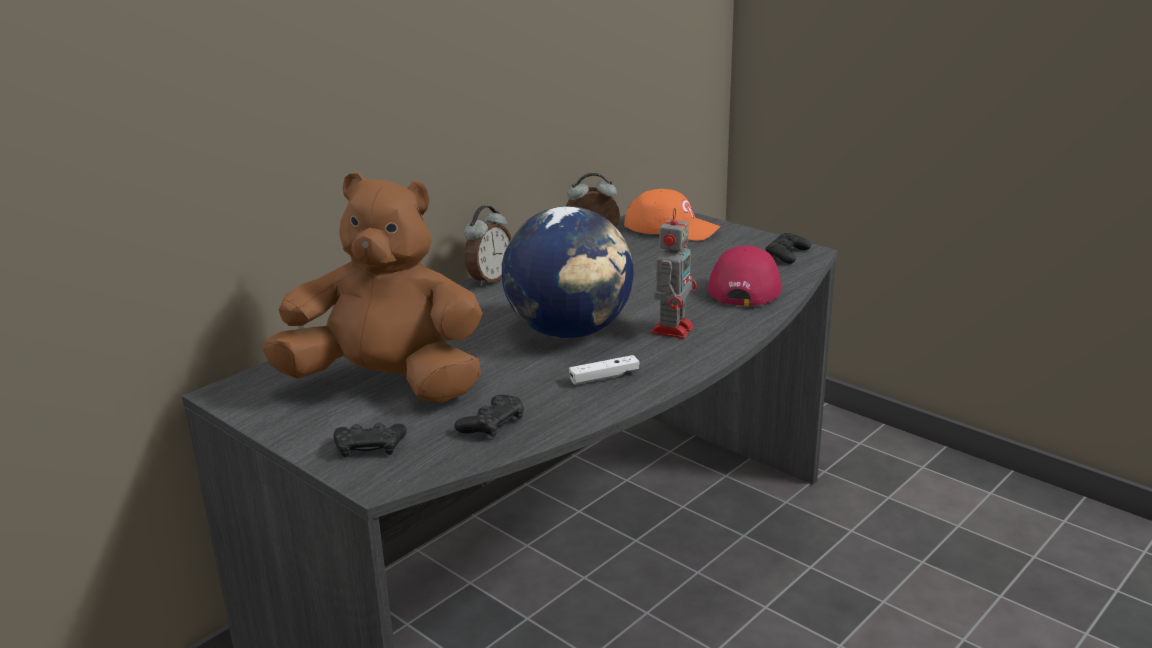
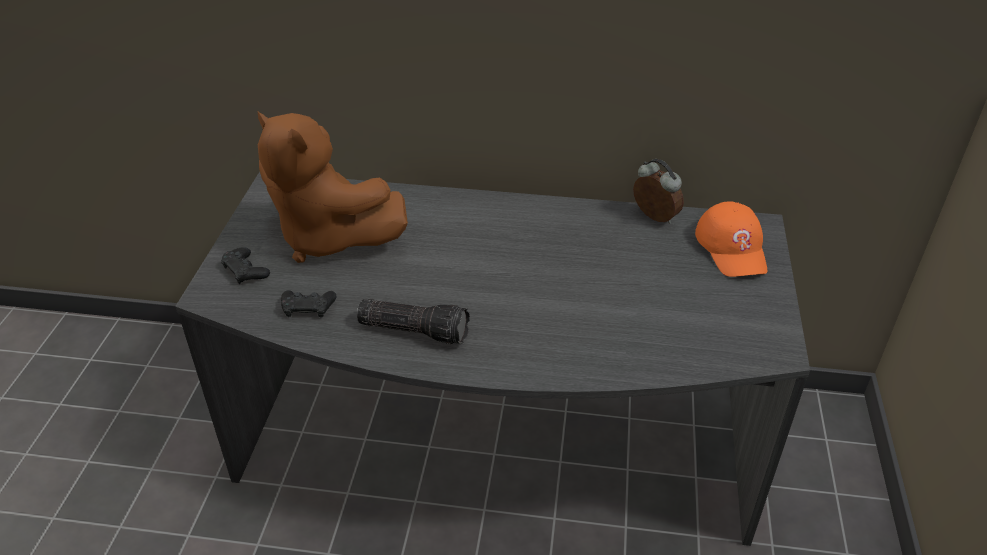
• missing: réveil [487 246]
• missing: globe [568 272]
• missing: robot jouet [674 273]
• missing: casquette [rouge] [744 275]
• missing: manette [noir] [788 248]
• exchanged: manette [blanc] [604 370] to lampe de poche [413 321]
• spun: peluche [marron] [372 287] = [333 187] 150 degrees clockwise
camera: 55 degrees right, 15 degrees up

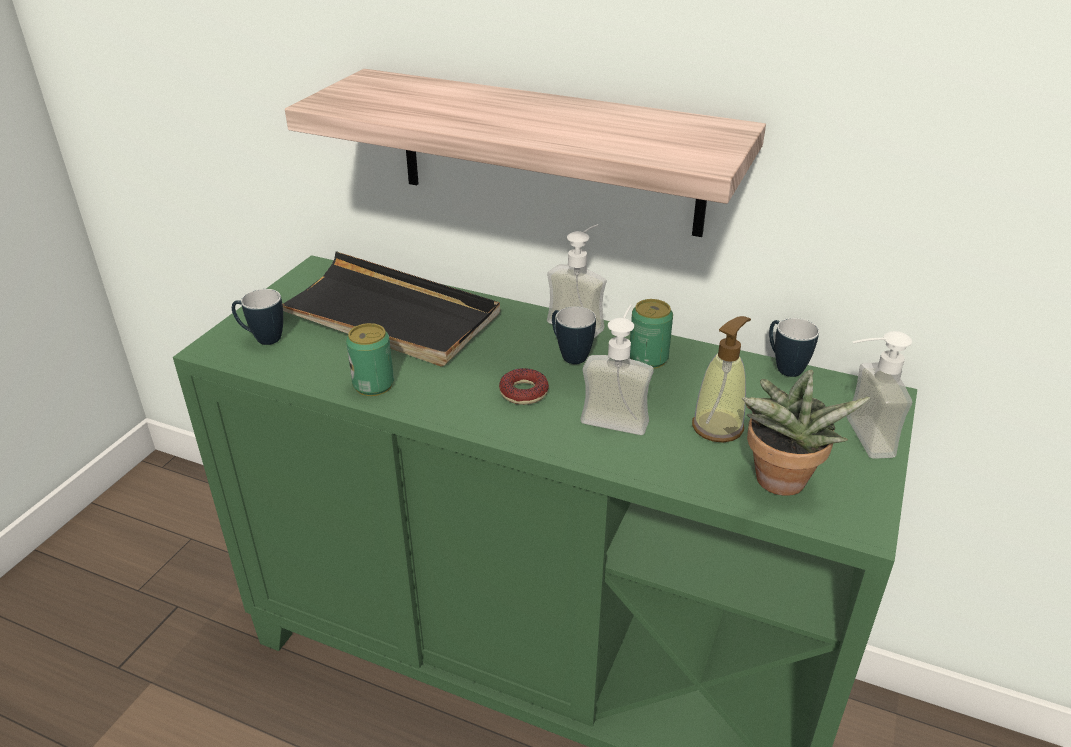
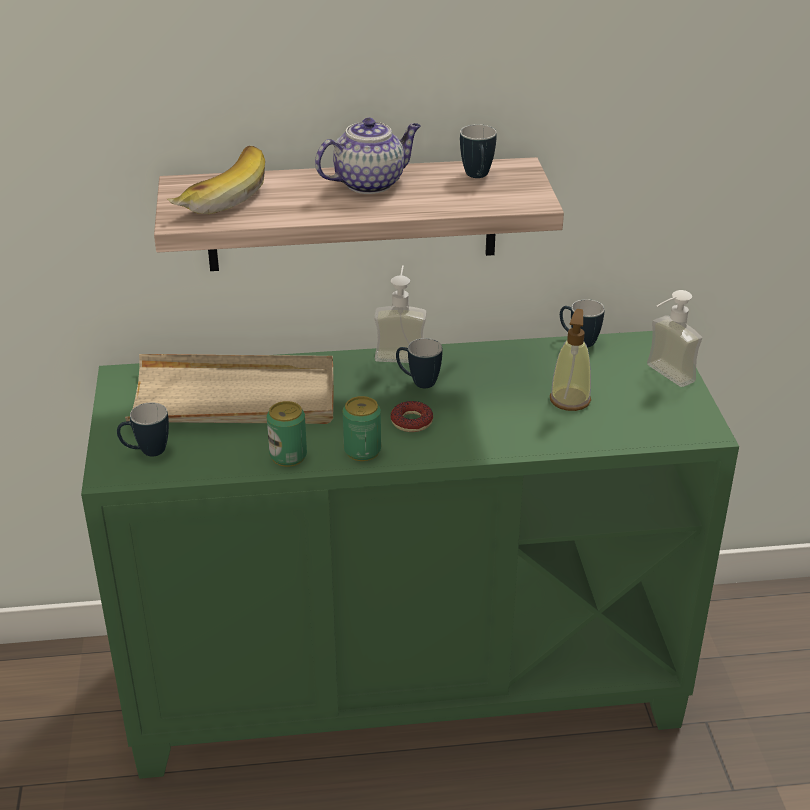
• missing: distributeur de savon [617 369]
• missing: plante en pot [806 433]
• appeared: banane [216 180]
• appeared: théière [368 156]
• appeared: mug [478 151]
• relocated: boîte métallique [651 334] to [362 428]
• colour: plateau [noir] [391 308] to plateau [beige] [229 389]
camera: 30 degrees left, 0 degrees up

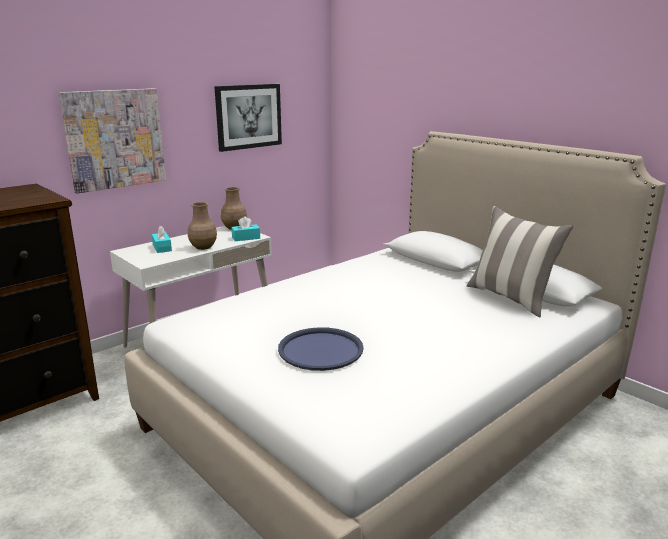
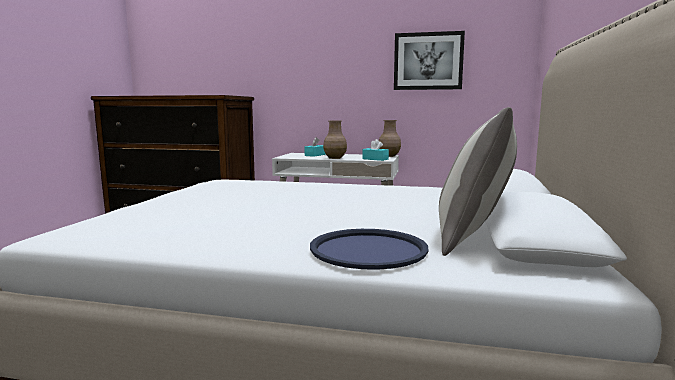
• missing: tableau [112 141]
• relocated: plateau [bleu] [321 349] to [369 249]
camera: 55 degrees right, 10 degrees down

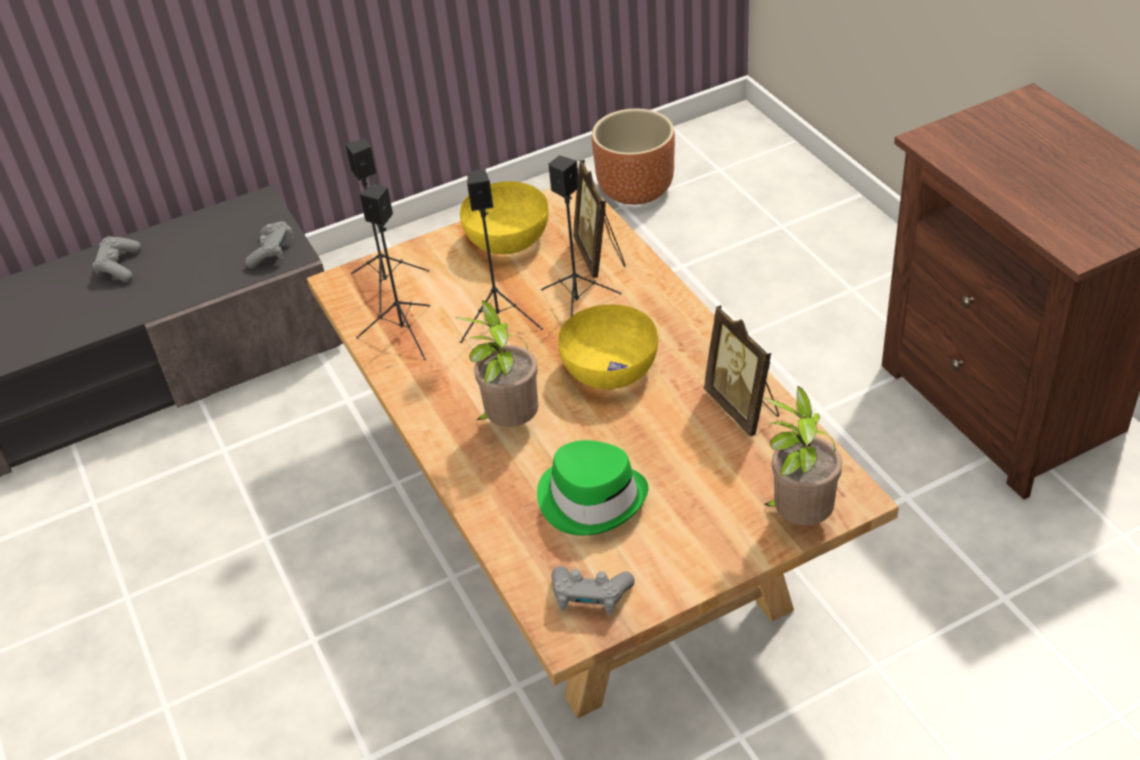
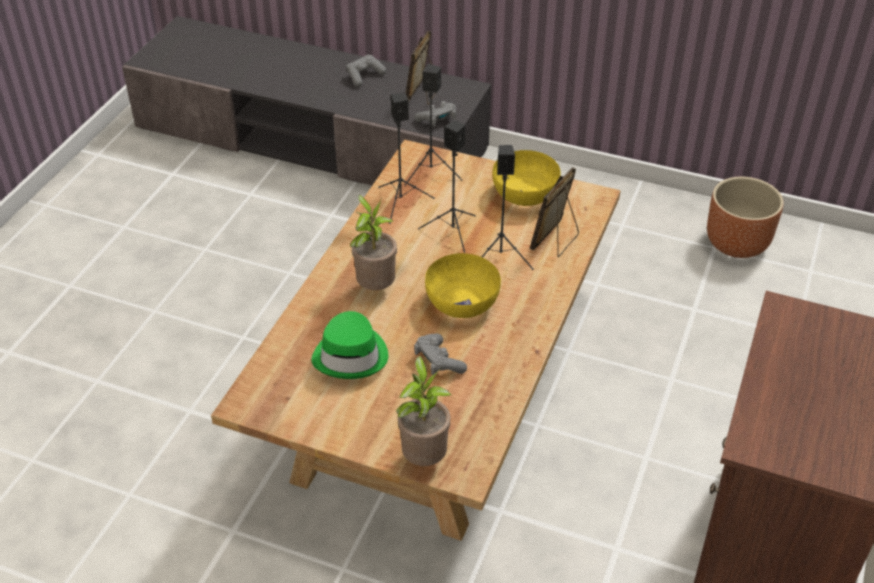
• relocated: manette [gris] [593 590] to [440 354]
• relocated: cadre photo [741 371] to [421 68]
camera: 45 degrees right, 0 degrees up

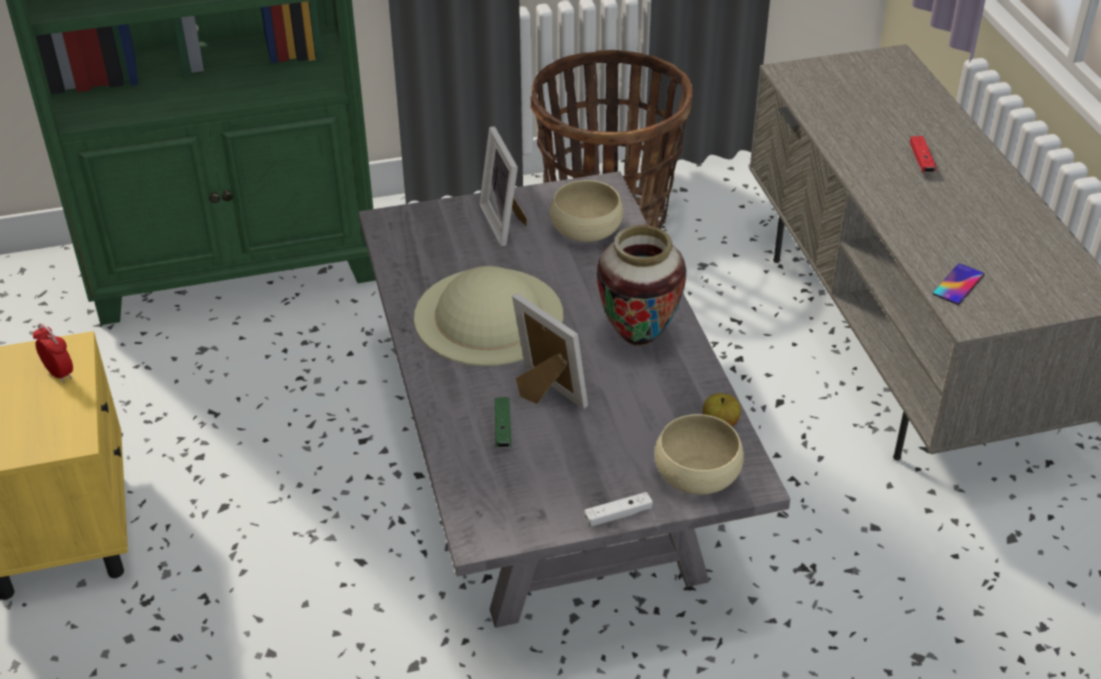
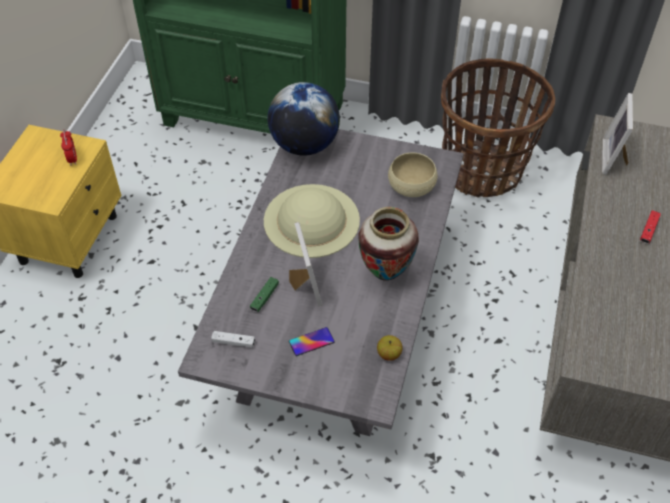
• missing: bol [beige] [699 454]
• appeared: globe [304 119]
• relocated: cadre photo [503 186] to [617 134]
• relocated: manette [blanc] [618 509] to [233 339]
• relocated: téléphone [958 284] to [312 341]
camera: 30 degrees right, 10 degrees up

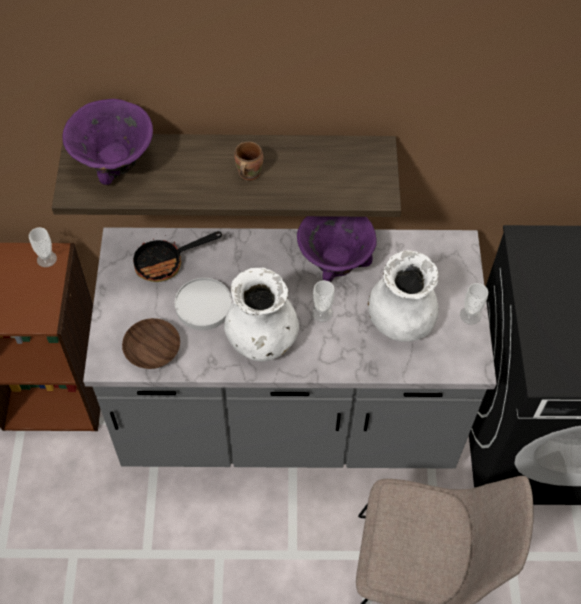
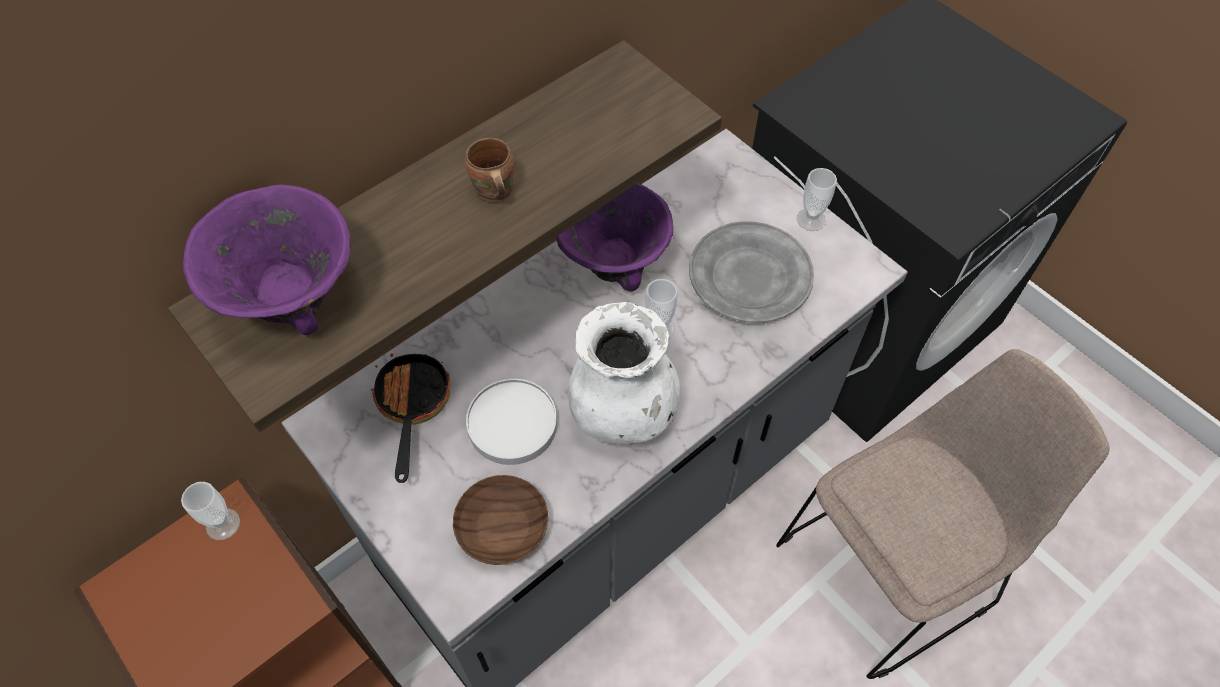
• exchanged: vase [blanc] [403 296] to assiette [gris] [751 272]
• spun: poêle [177 256] = [410 414] 150 degrees clockwise
camera: 40 degrees left, 0 degrees up

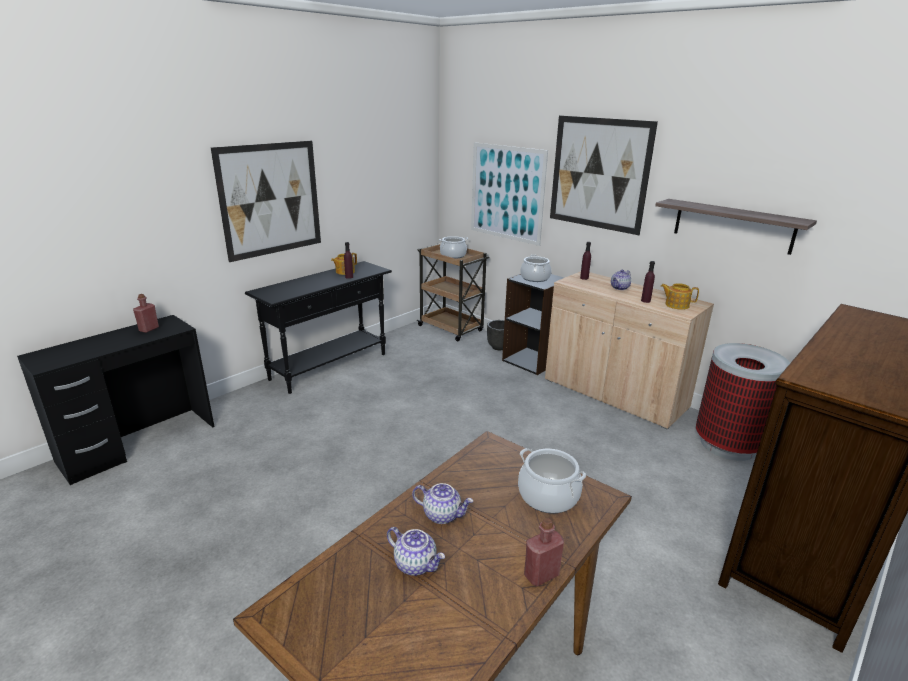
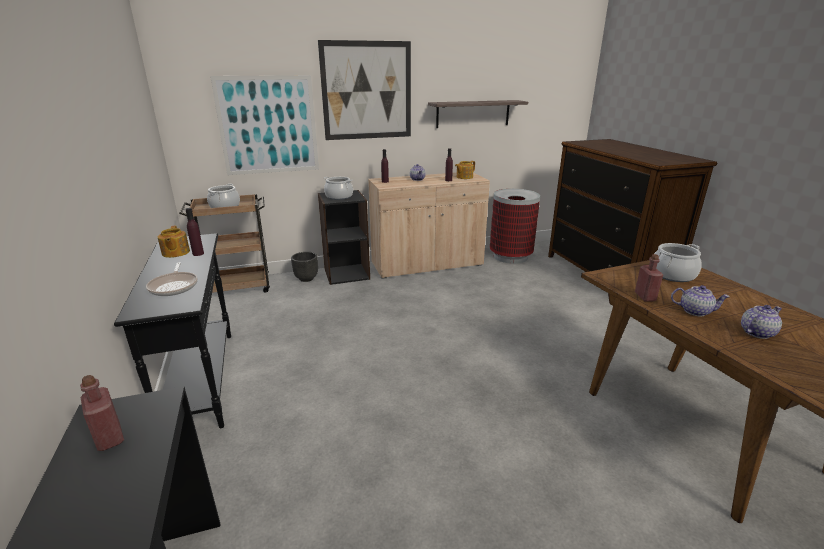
• missing: tableau [266 201]
• appeared: poêle [172 279]
• relocated: bouteille [rouge] [544 552] to [649 277]
• spun: théière [442 503] = [700 300] 60 degrees clockwise
camera: 60 degrees left, 0 degrees up

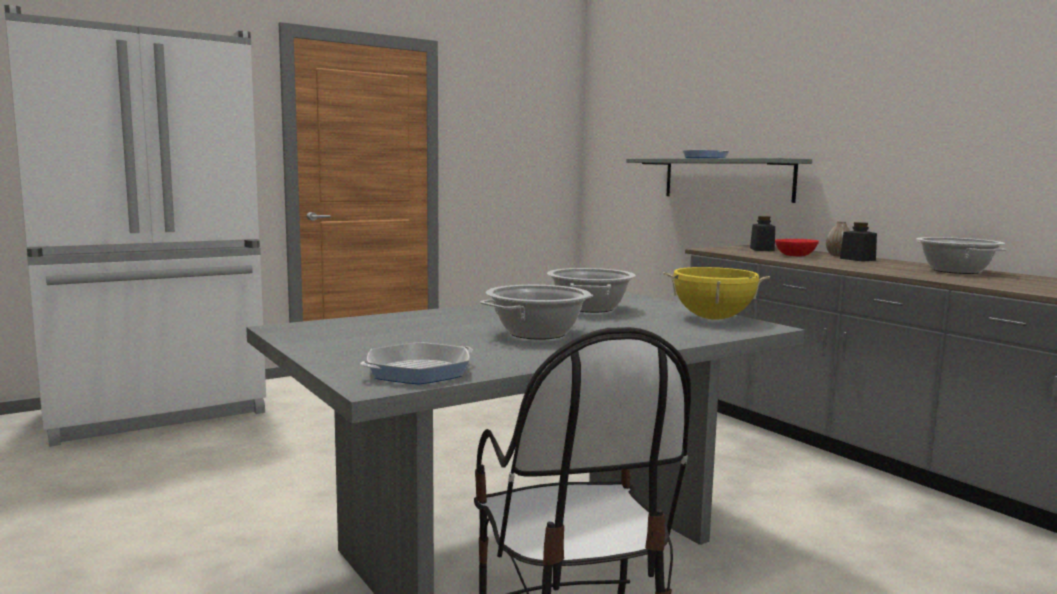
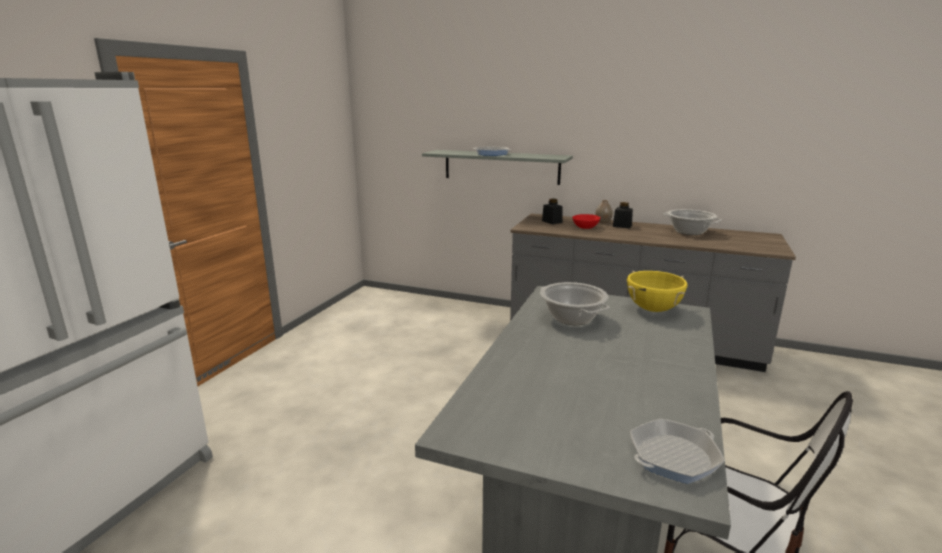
• missing: marmite [536 312]
• spun: poêle [416 363] = [677 451] 135 degrees counterclockwise
camera: 35 degrees left, 10 degrees up

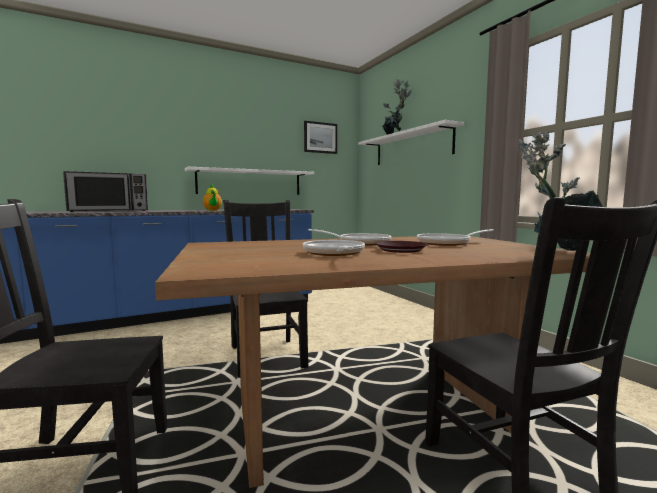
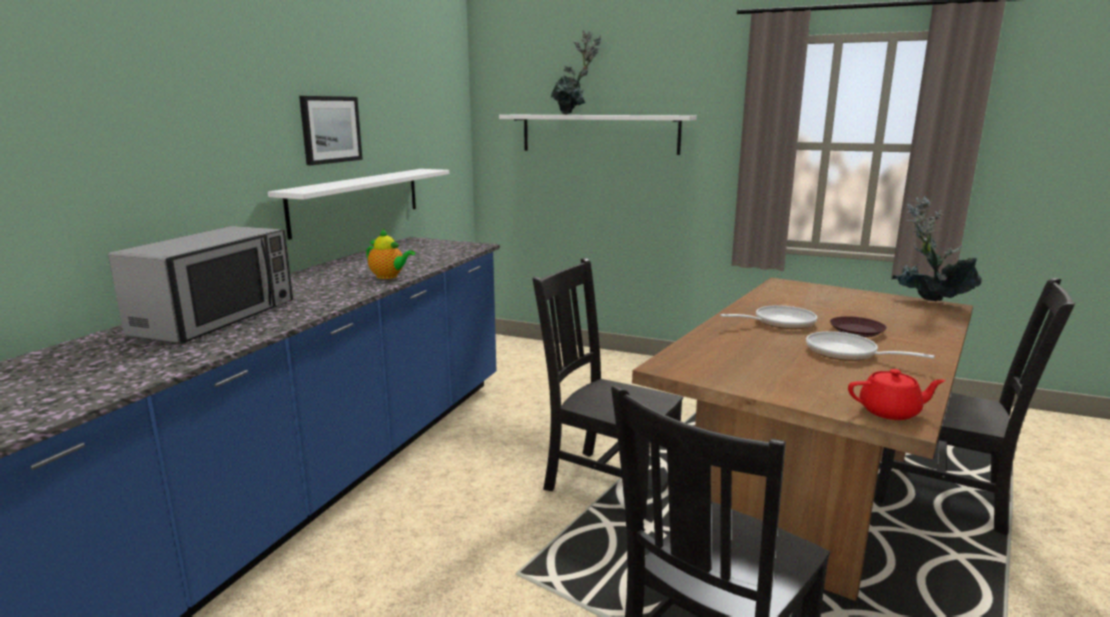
• missing: poêle [455 237]
• appeared: théière [rouge] [896 394]
• relocated: tableau [320 137] to [331 130]
camera: 40 degrees left, 10 degrees up

